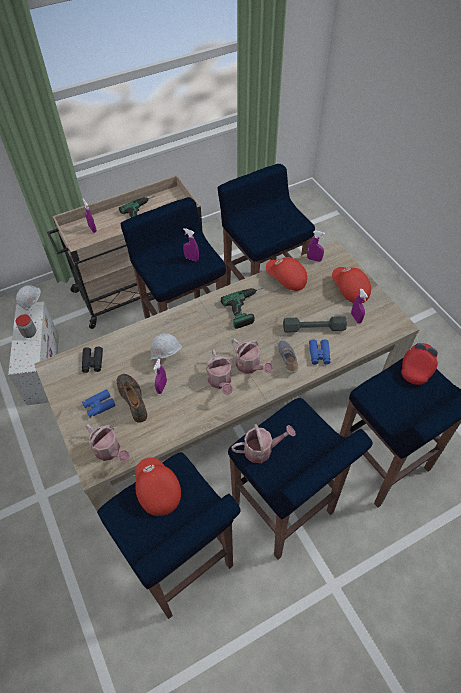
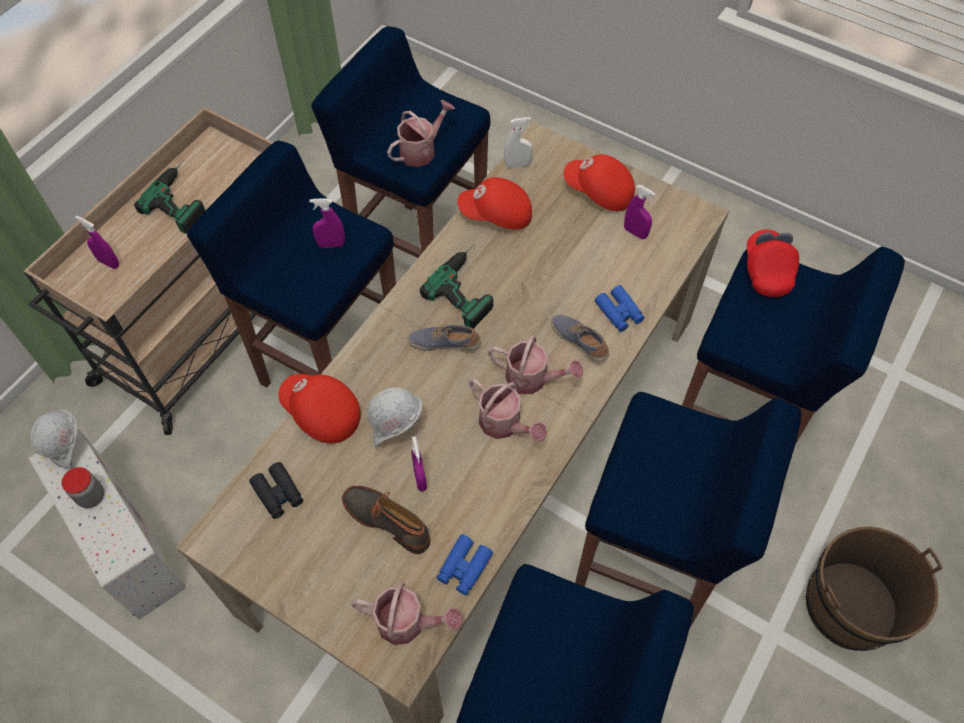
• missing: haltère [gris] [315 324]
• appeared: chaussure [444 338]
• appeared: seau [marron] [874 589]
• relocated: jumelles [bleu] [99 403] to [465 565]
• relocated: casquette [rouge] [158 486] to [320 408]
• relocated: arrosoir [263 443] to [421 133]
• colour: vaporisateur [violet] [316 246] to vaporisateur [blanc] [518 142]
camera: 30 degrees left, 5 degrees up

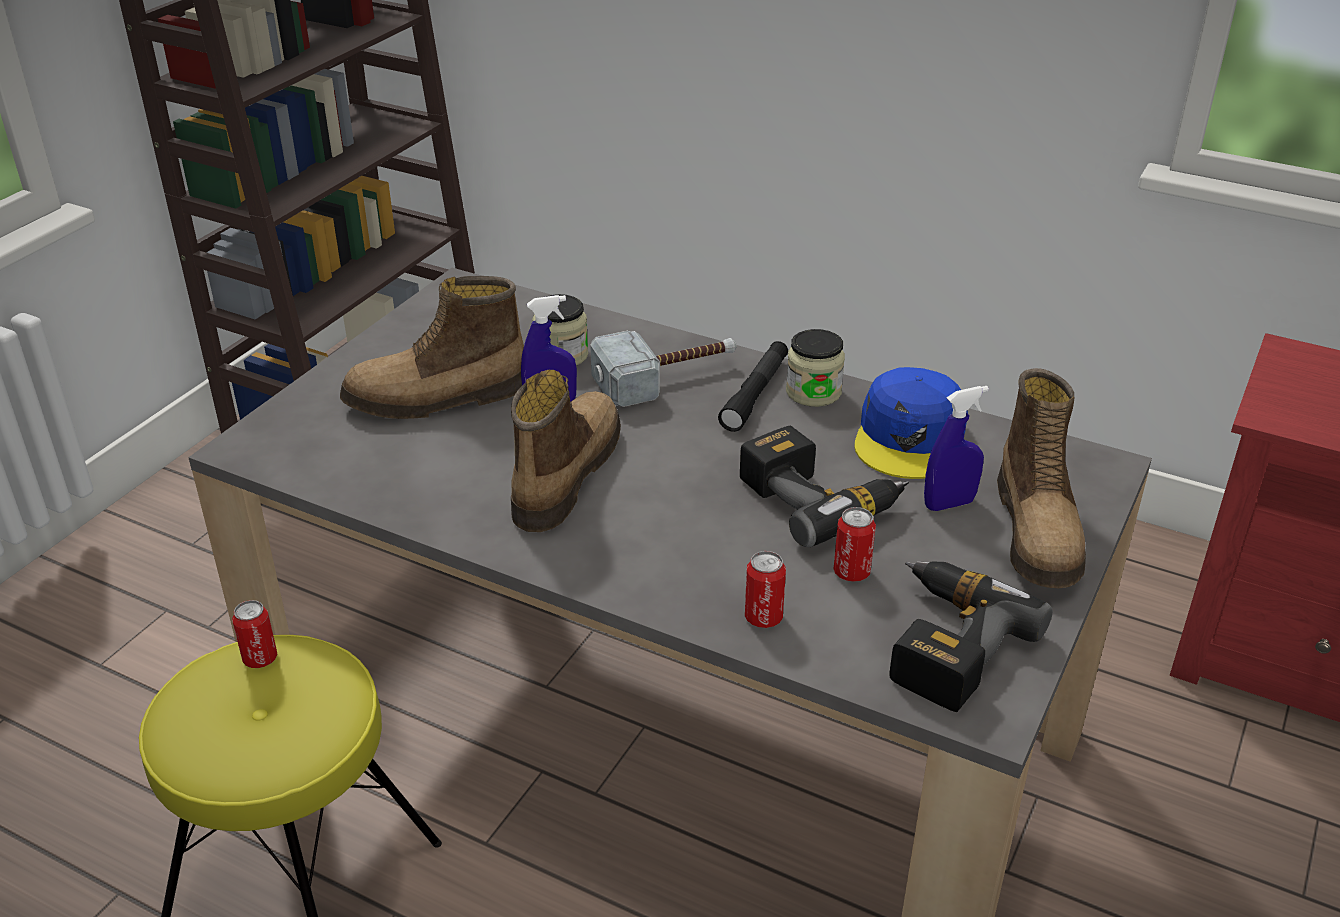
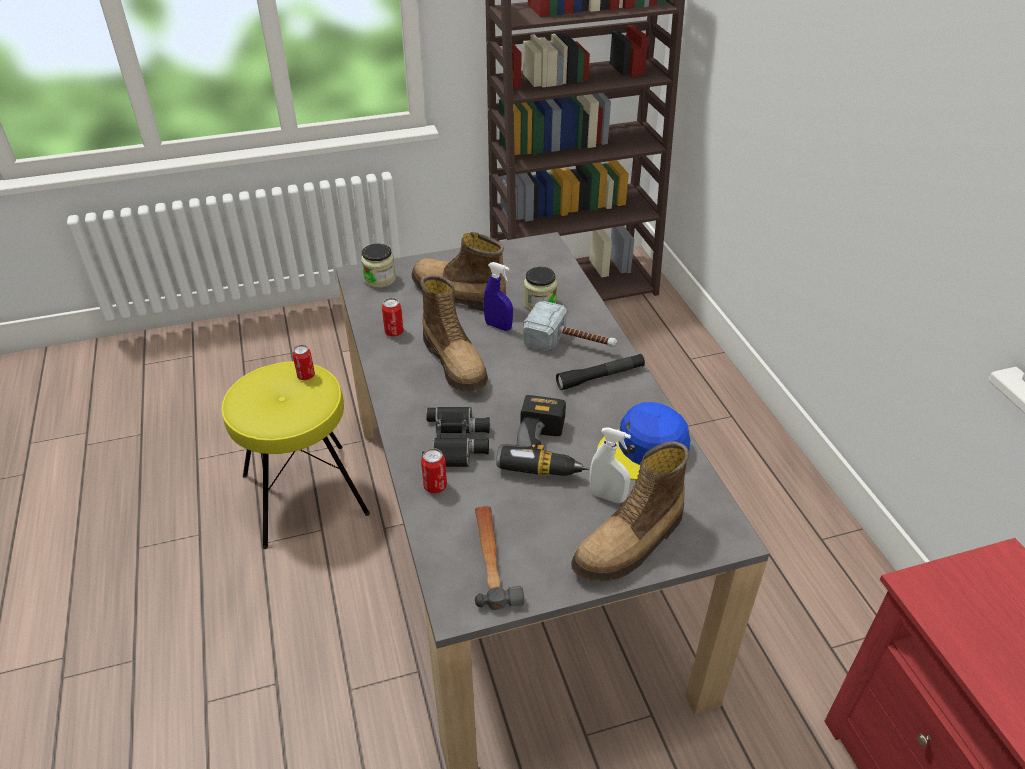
• appeared: jumelles [noir] [455 437]
• relocated: bocal [815 368] to [378 266]
• relocated: boîte métallique [855 544] to [393 317]
• exchanged: perceuse [971 636] to marteau [499 558]
• colour: vaporisateur [bleu] [956 448] to vaporisateur [blanc] [610 465]
• spun: botte [566 451] = [454 333] 90 degrees clockwise
camera: 45 degrees right, 5 degrees up

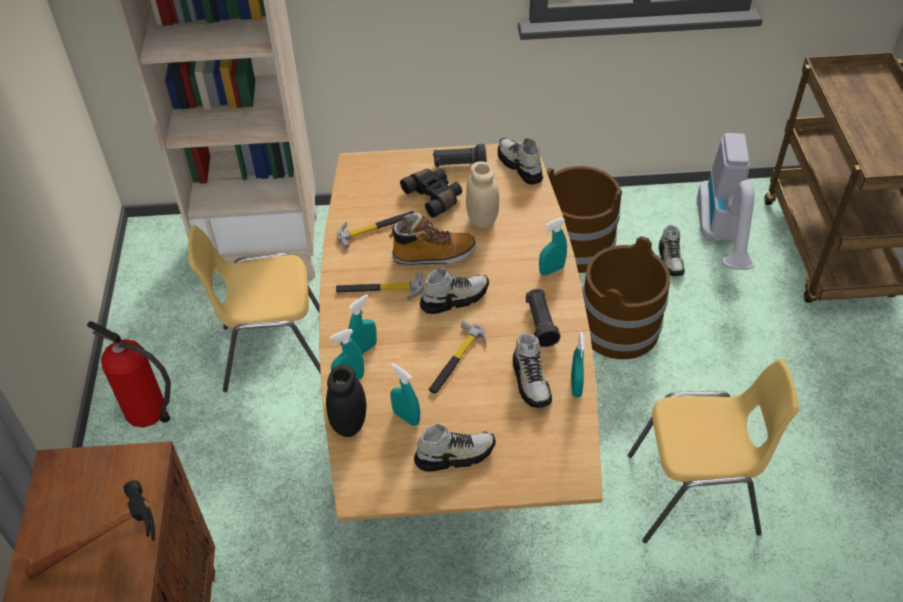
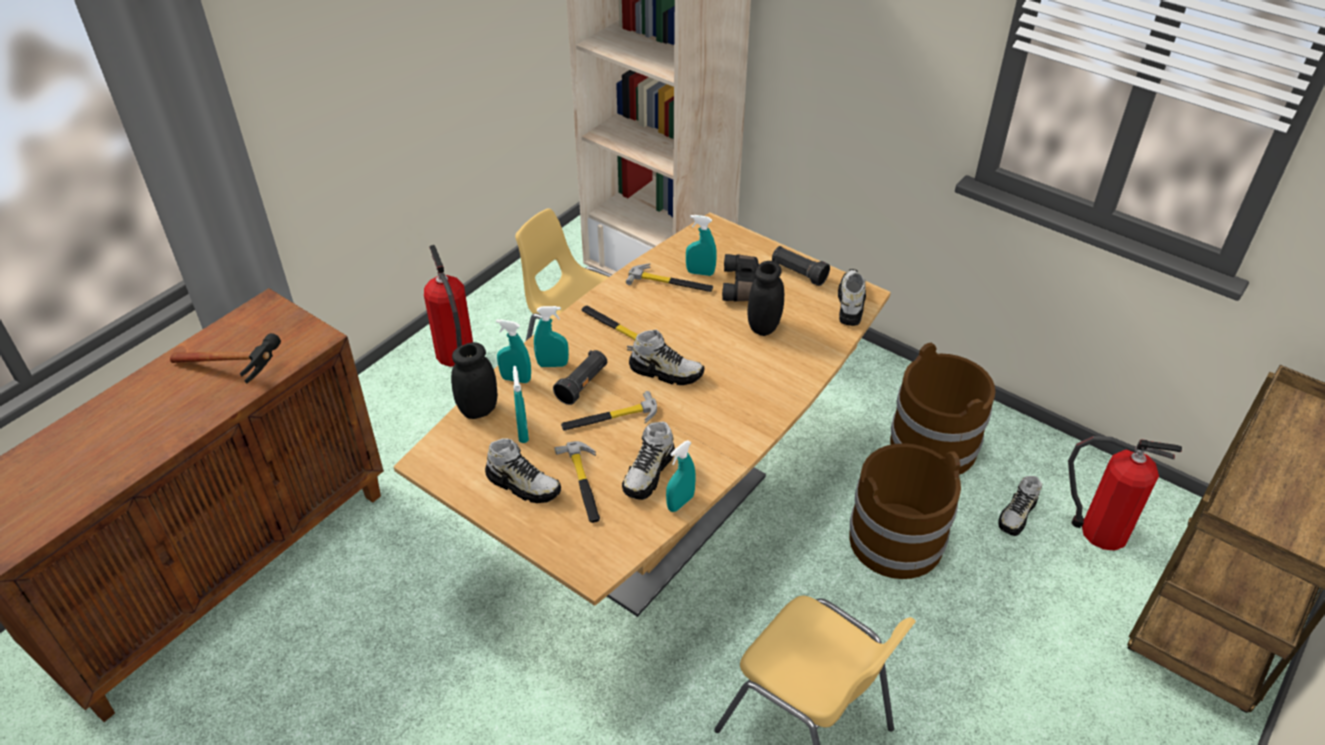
• missing: botte [432 239]
• appeared: marteau [577 482]
• relocated: lampe de poche [noir] [543 318] to [580 377]
• relocated: vaporisateur [turquoise] [553 247] to [701 245]
• exchanged: aspirateur [725 201] to extincteur [1125 493]
• colour: bocal [beige] [482 195] to bocal [noir] [766 298]
camera: 40 degrees right, 5 degrees down

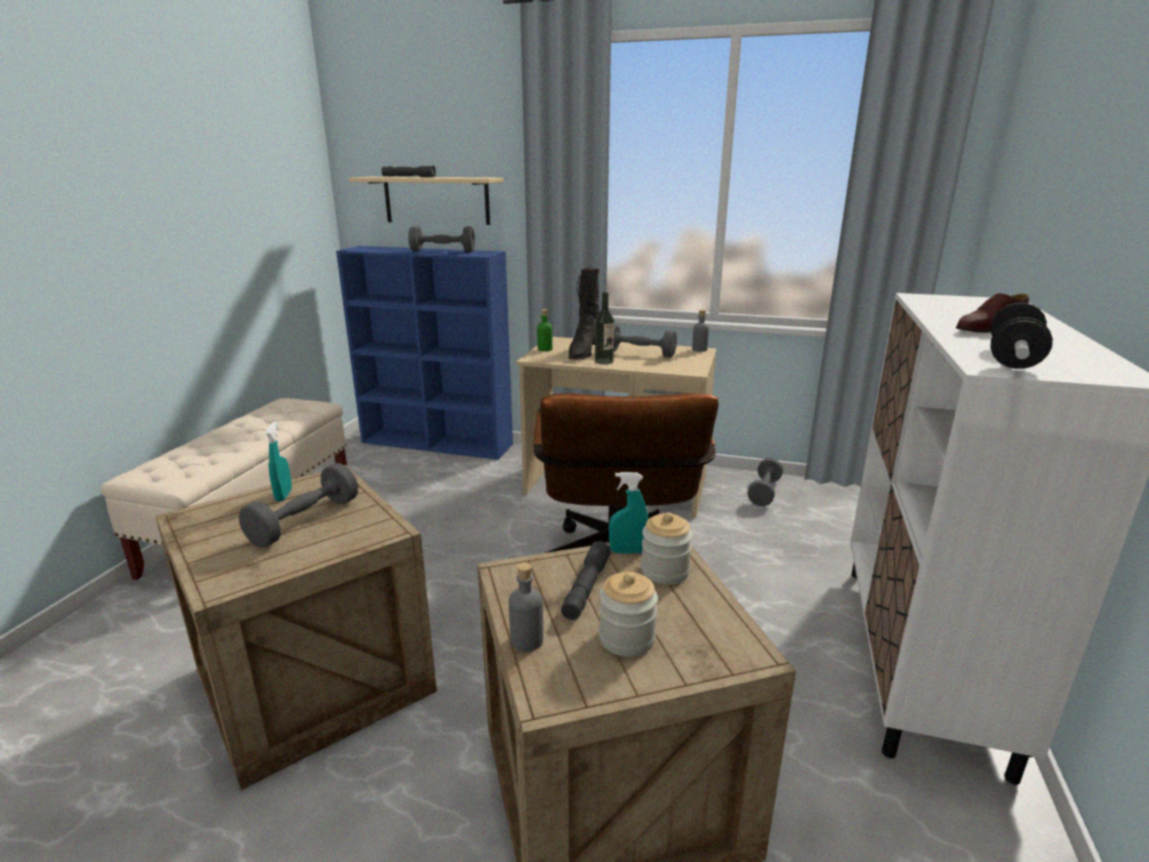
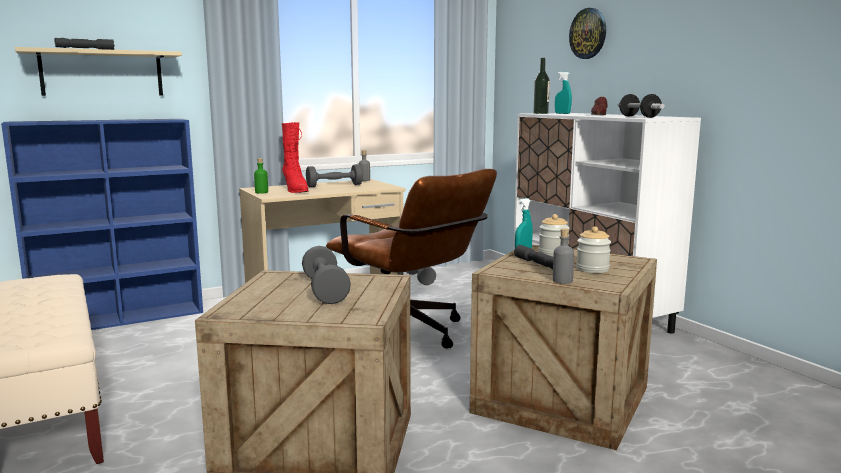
• missing: haltère [gris] [441 239]
• appeared: horloge murale [587 33]
• relocated: vaporisateur [turquoise] [279 461] to [563 93]
• relocated: bouteille [604 328] to [541 86]
• colour: botte [noir] [584 314] to botte [rouge] [295 157]
camera: 45 degrees left, 10 degrees down

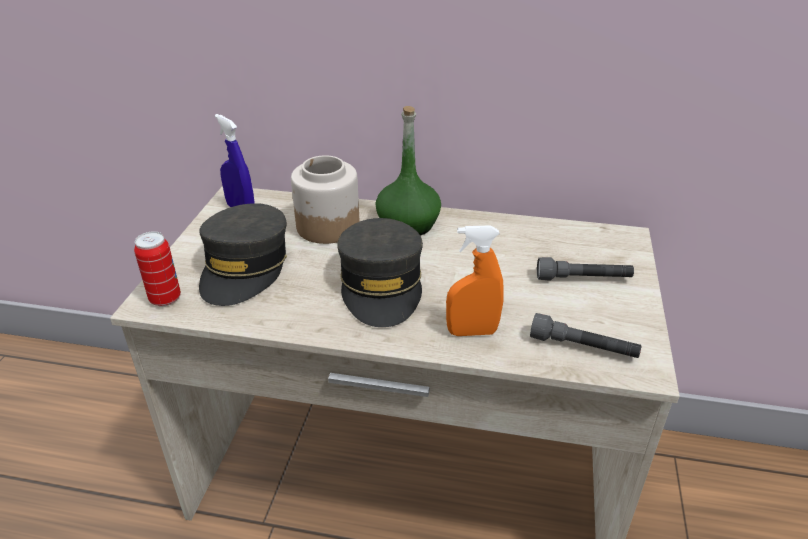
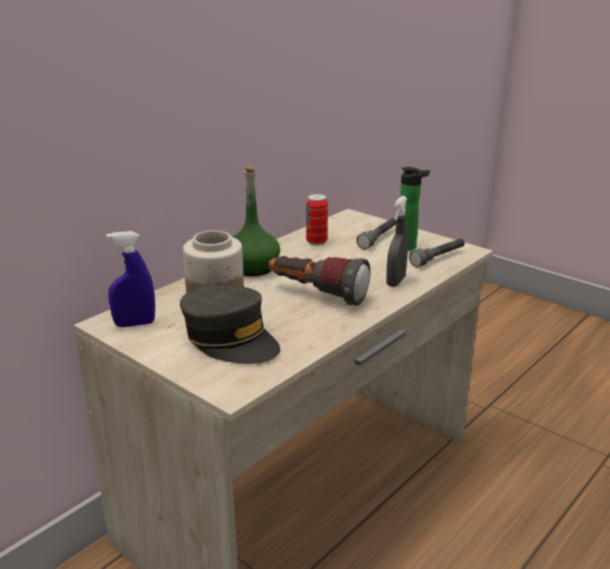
• appeared: bouteille [415 209]
• relocated: boîte métallique [157 268] to [317 220]
• exchanged: casquette [gris] [380 272] to lampe de poche [319 281]
• colour: vaporisateur [orange] [475 281] to vaporisateur [gris] [397 241]
camera: 60 degrees left, 10 degrees down

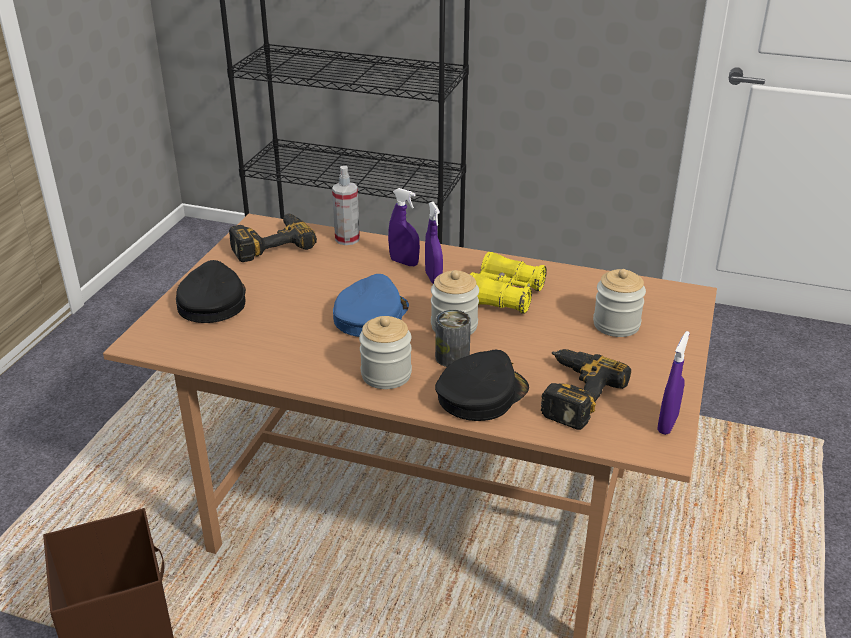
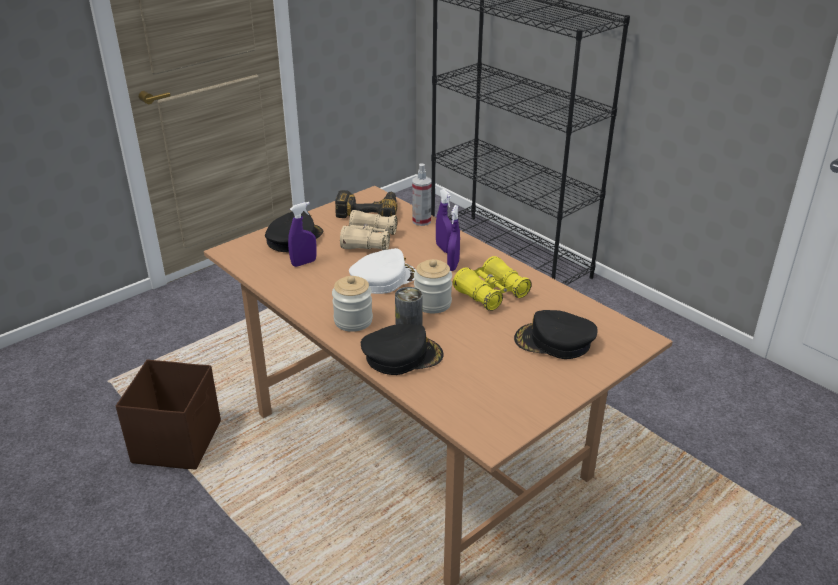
• missing: perceuse [586 389]
• appeared: jumelles [beige] [368 230]
• relocated: vaporisateur [violet] [673 383] to [302 234]
• exchanged: bocal [619 303] to casquette [noir] [556 334]
• colour: casquette [bleu] [371 305] to casquette [blanc] [382 271]
camera: 30 degrees right, 0 degrees up

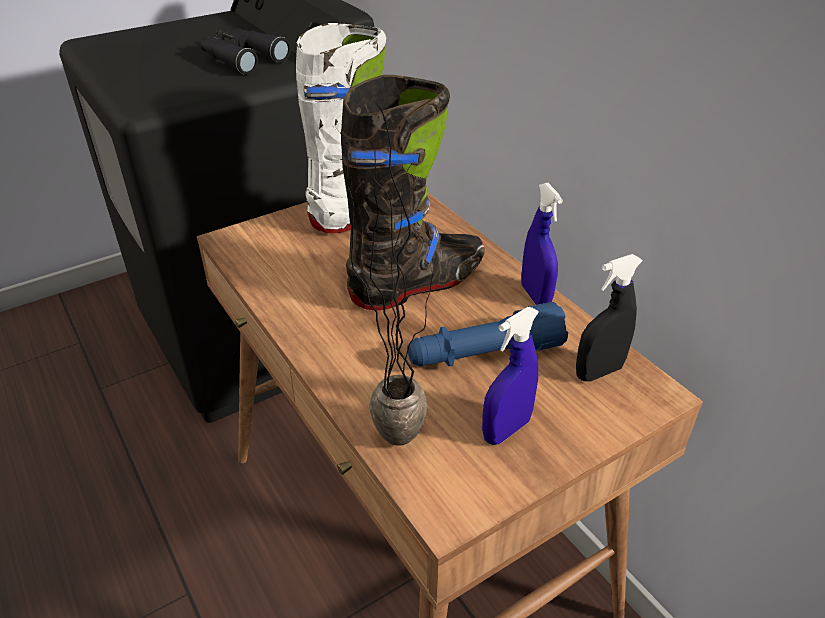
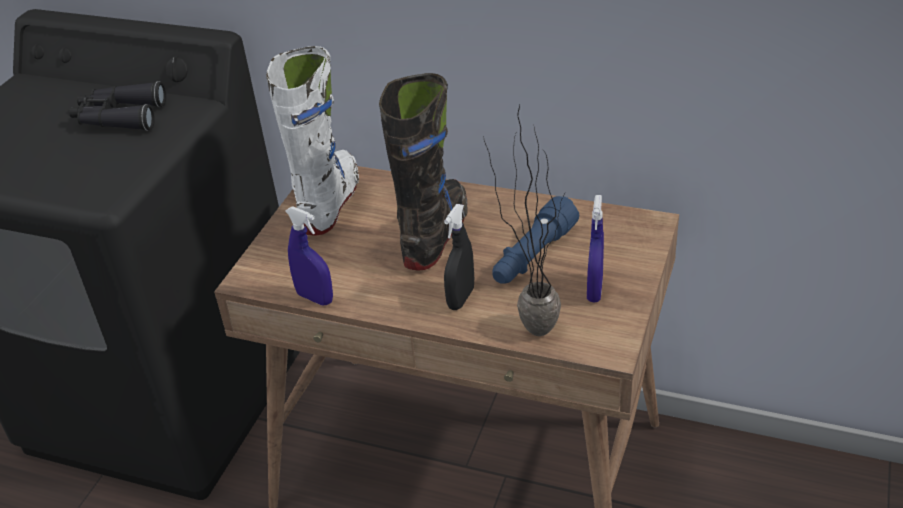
• relocated: vaporisateur [bleu] [542 244] to [309 256]
• relocated: vaporisateur [noir] [609 317] to [459 257]
camera: 35 degrees left, 0 degrees up

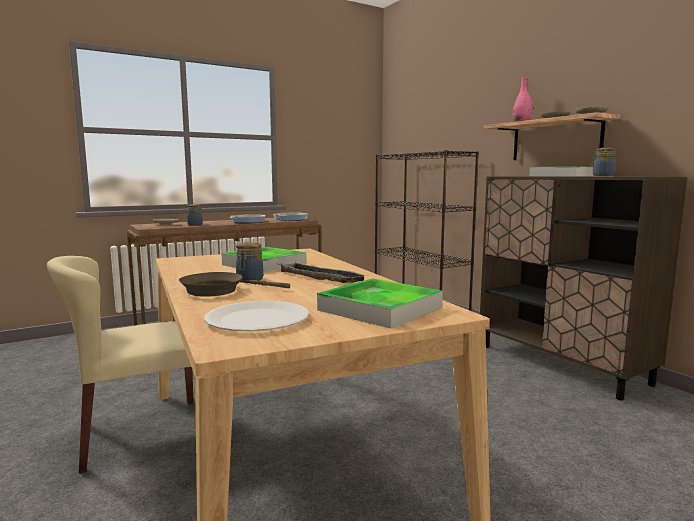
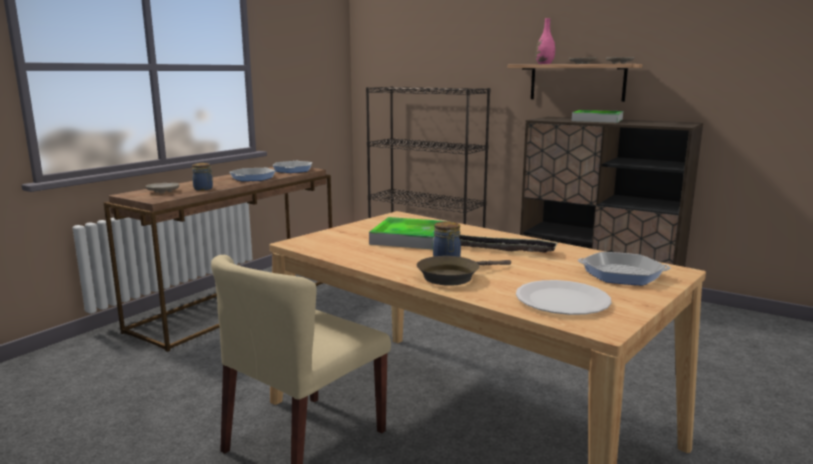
• missing: bocal [603 162]
• exchanged: plateau [380 304] to poêle [624 269]
camera: 25 degrees left, 5 degrees up

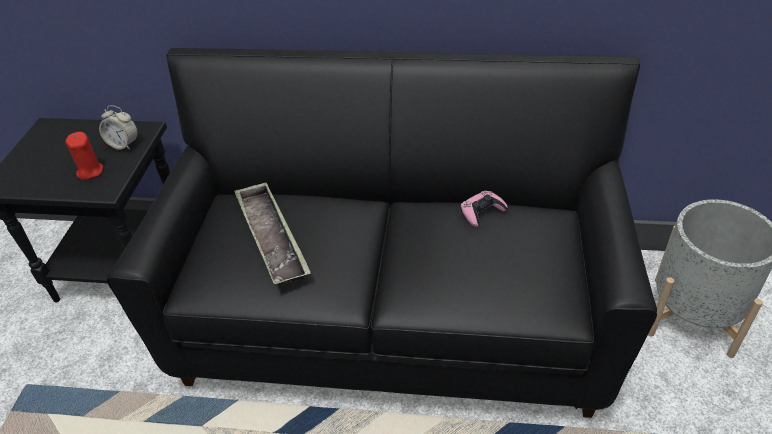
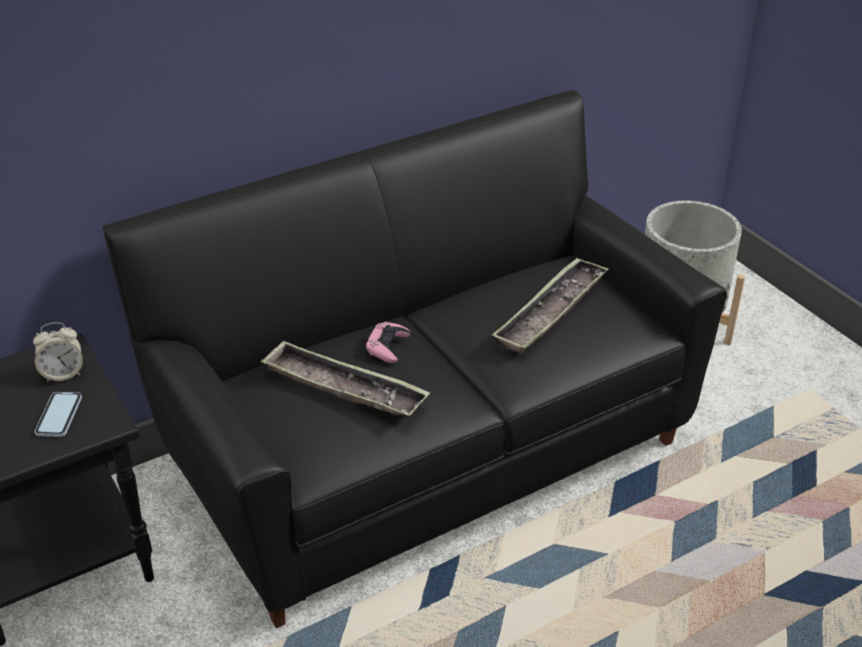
• appeared: plateau [550 305]
• relocated: manette [rose] [483 209] to [388 342]
• exchanged: bougie [rouge] [84 156] to téléphone [58 414]
camera: 40 degrees left, 5 degrees down

